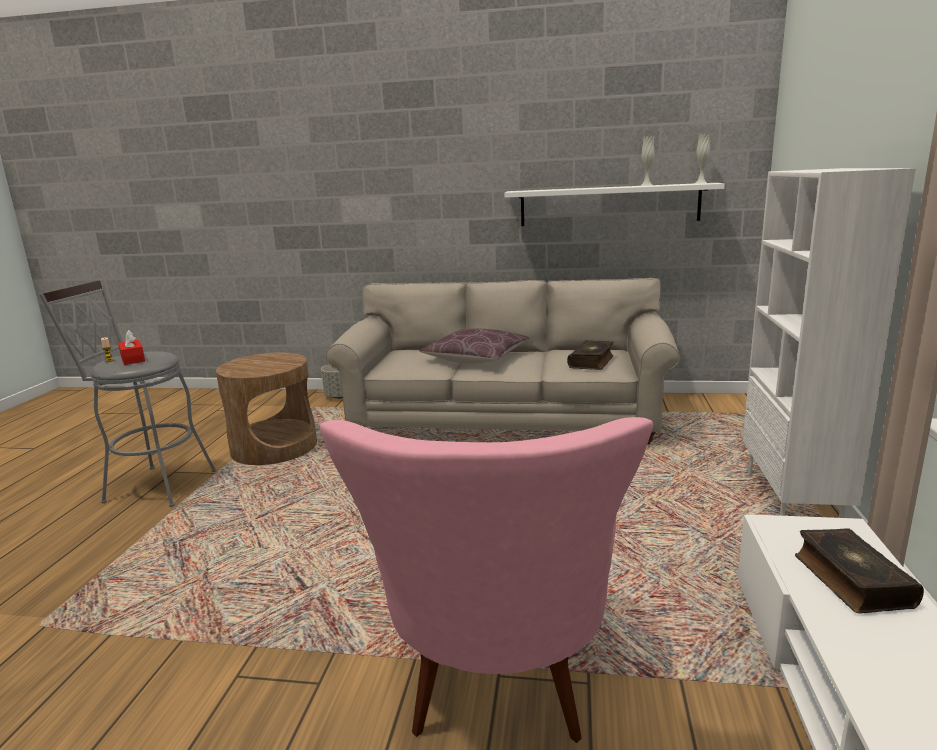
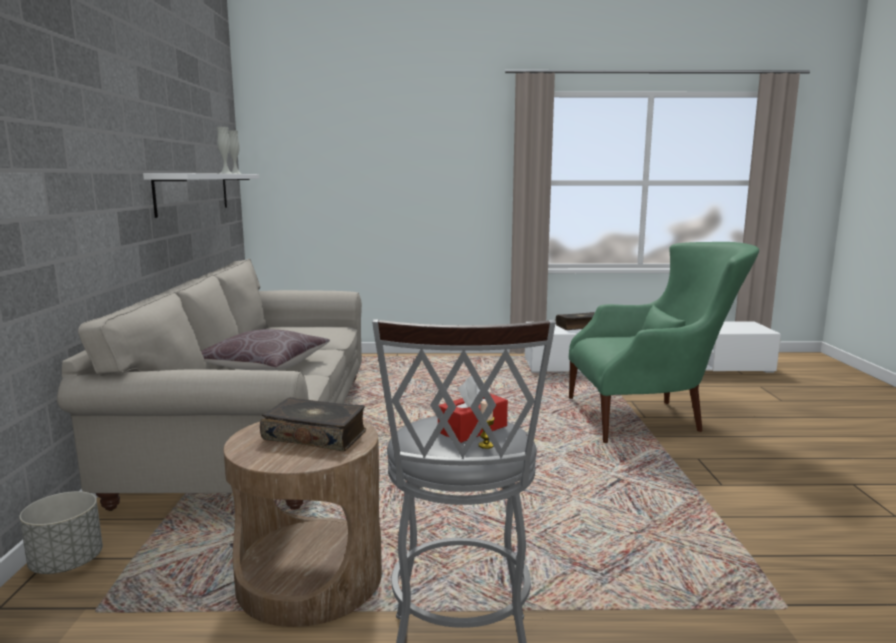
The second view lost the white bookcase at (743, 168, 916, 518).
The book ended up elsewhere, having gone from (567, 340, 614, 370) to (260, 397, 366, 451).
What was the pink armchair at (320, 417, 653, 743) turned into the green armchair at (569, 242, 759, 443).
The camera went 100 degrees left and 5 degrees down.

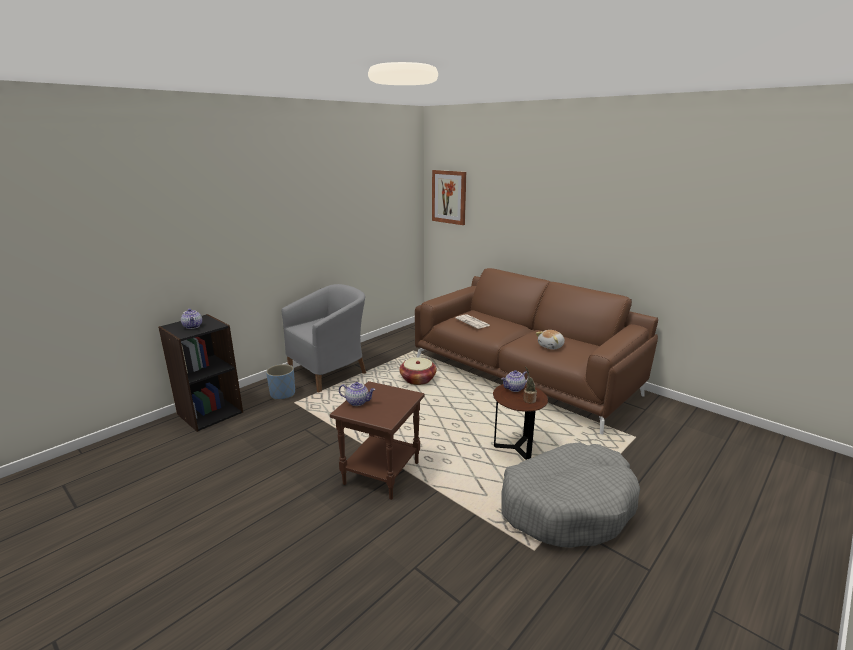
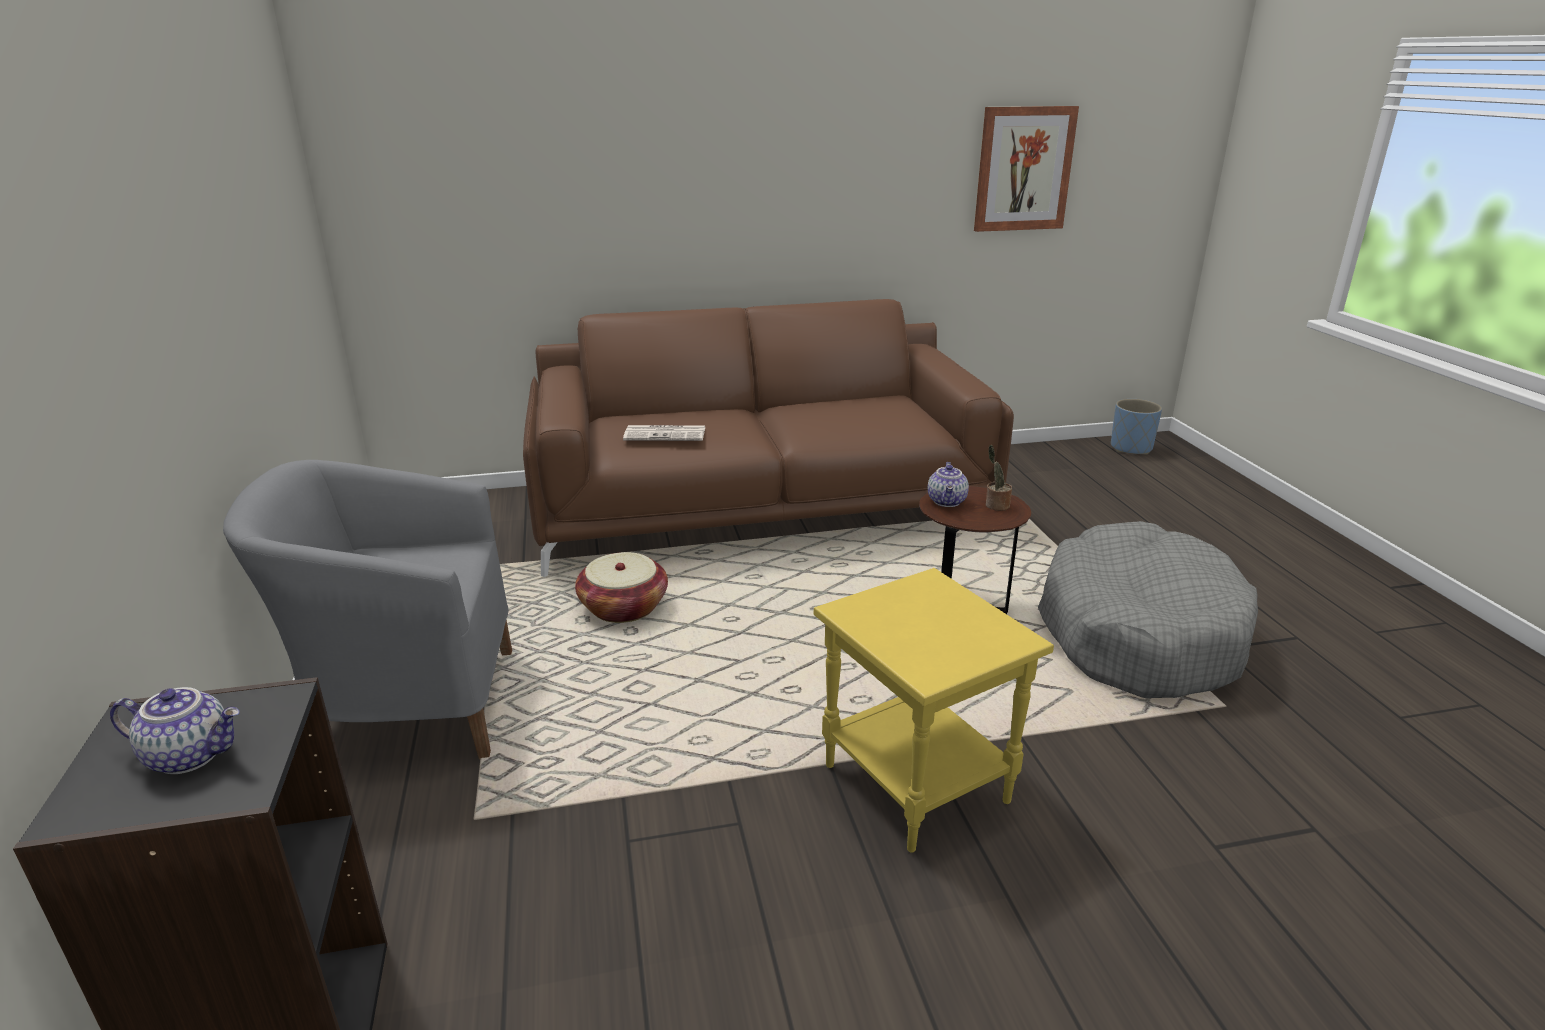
The picture ended up elsewhere, having gone from (432, 170, 466, 225) to (974, 106, 1079, 232).
The grey armchair at (282, 284, 366, 392) ended up facing another way, 90 degrees counterclockwise from before.
The second view lost the plush toy at (536, 330, 565, 350).
The blue planter ended up elsewhere, having gone from (266, 364, 295, 400) to (1111, 399, 1162, 455).
What was the brown side table at (330, 381, 425, 500) turned into the yellow side table at (814, 568, 1054, 853).
The second view lost the teapot at (339, 382, 375, 406).
The camera went 55 degrees left and 5 degrees up.

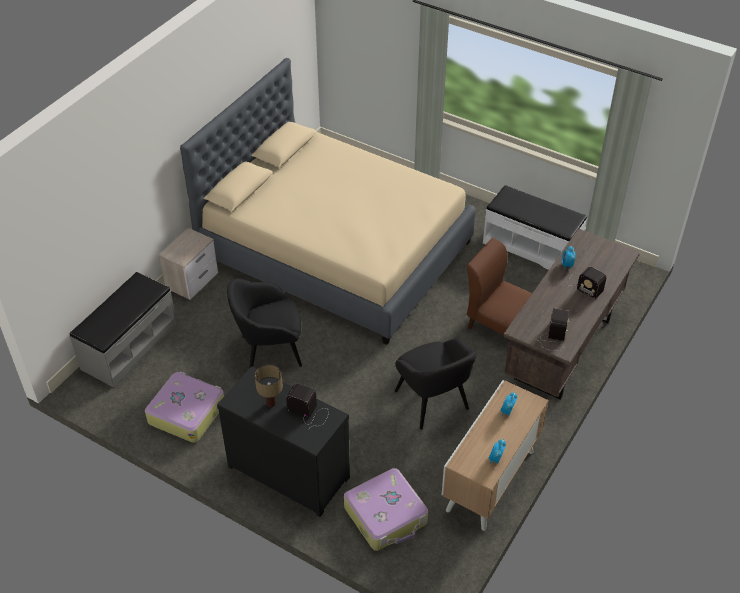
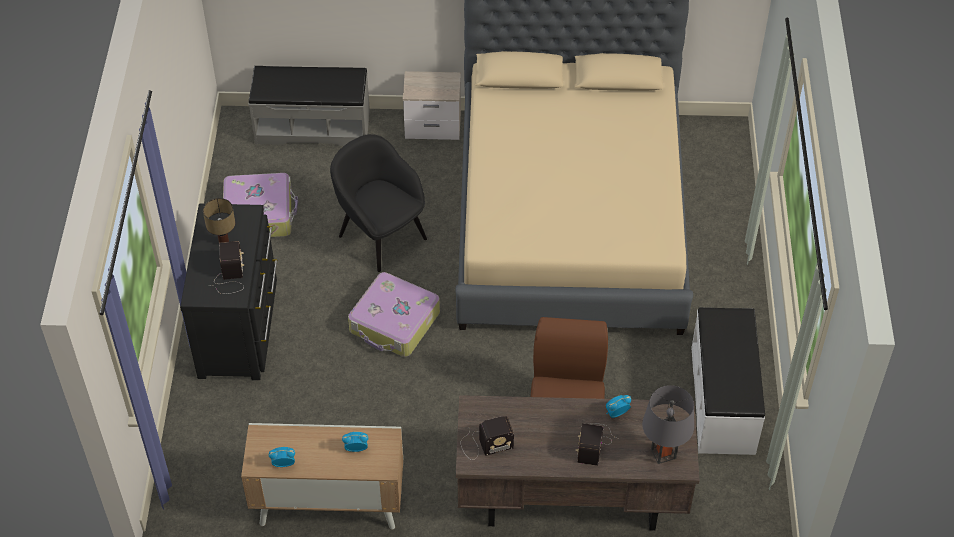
The second view lost the black armchair at (394, 337, 476, 430).
The suitcase ended up elsewhere, having gone from (344, 468, 428, 551) to (348, 272, 440, 357).
The second view gained the grey table lamp at (642, 385, 694, 464).
The camera went 60 degrees right and 5 degrees up.

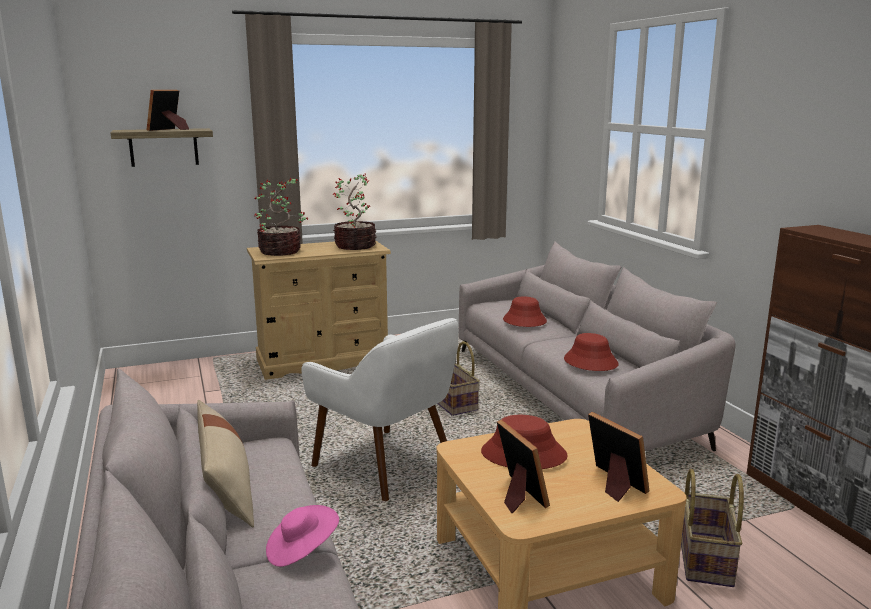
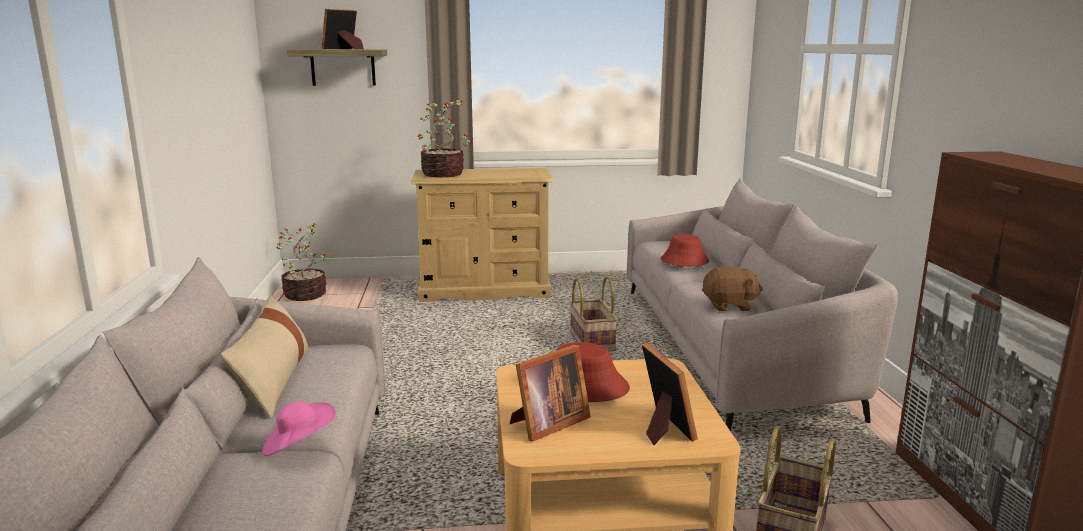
The potted plant ended up elsewhere, having gone from (333, 173, 376, 250) to (276, 223, 326, 301).
The second view lost the white armchair at (302, 318, 459, 501).
Where the red hat stood at (564, 333, 619, 371), the brown plush toy came to stand at (702, 267, 763, 311).
The picture frame at (497, 420, 550, 514) ended up facing another way, 60 degrees clockwise from before.
The camera went 15 degrees right and 0 degrees up.

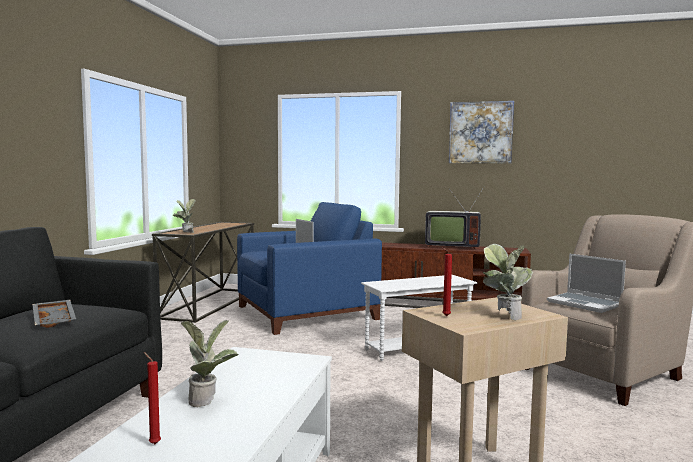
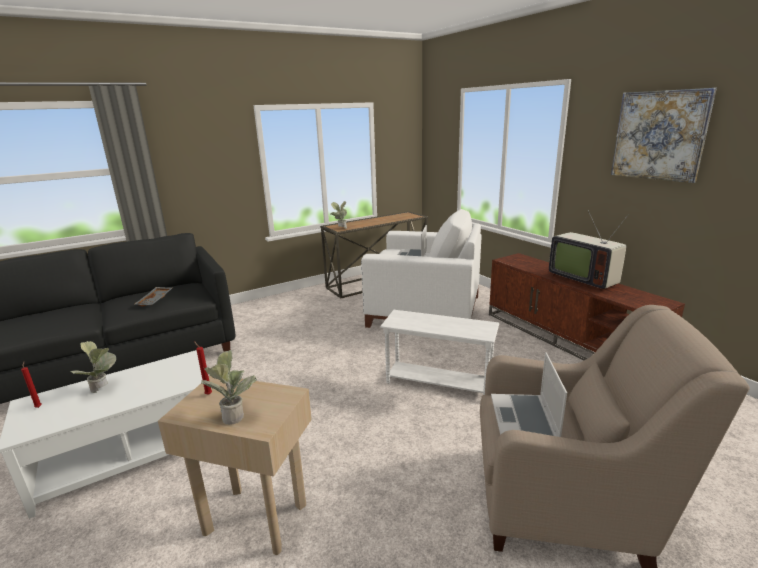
What was the blue armchair at (237, 202, 382, 335) turned into the white armchair at (361, 209, 482, 328).
The camera went 45 degrees right and 15 degrees up.

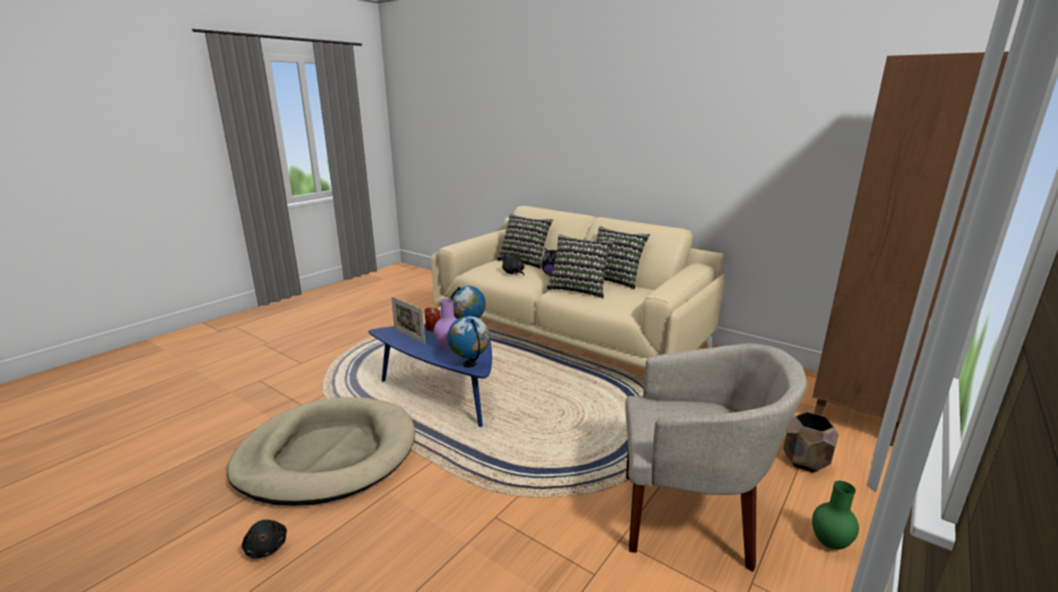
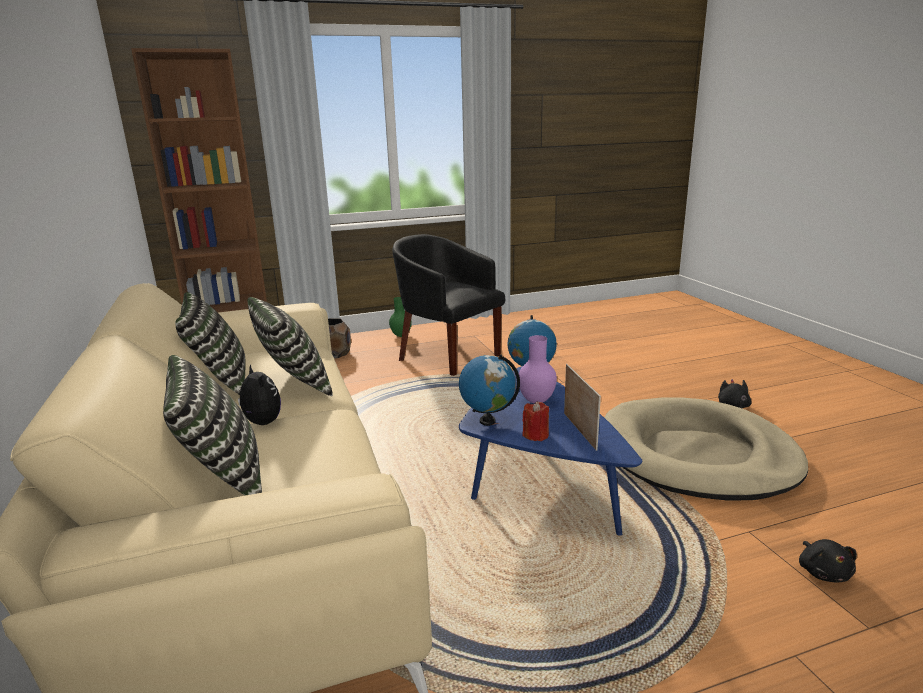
The black plush toy ended up elsewhere, having gone from (502, 252, 524, 276) to (799, 539, 857, 582).
What was the beige armchair at (625, 343, 807, 572) turned into the black armchair at (392, 234, 505, 376).
The camera went 145 degrees left and 0 degrees up.

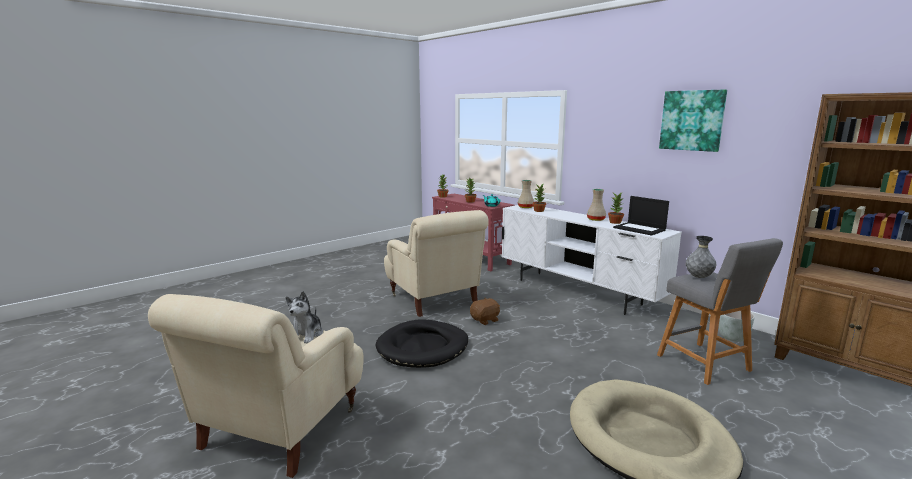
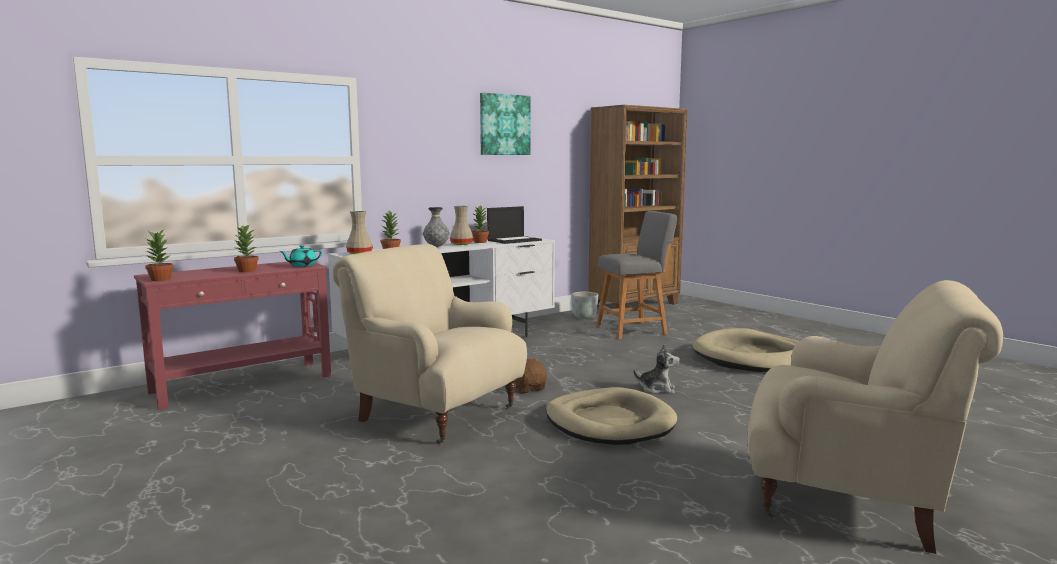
The beige armchair at (384, 210, 489, 317) ended up facing another way, 120 degrees counterclockwise from before.
The grey vase ended up elsewhere, having gone from (686, 236, 717, 278) to (423, 207, 449, 247).
The plush toy ended up elsewhere, having gone from (286, 291, 323, 343) to (633, 344, 680, 394).
What was the black dog bed at (376, 319, 468, 368) turned into the beige dog bed at (546, 387, 677, 445).
The camera went 85 degrees left and 5 degrees down.

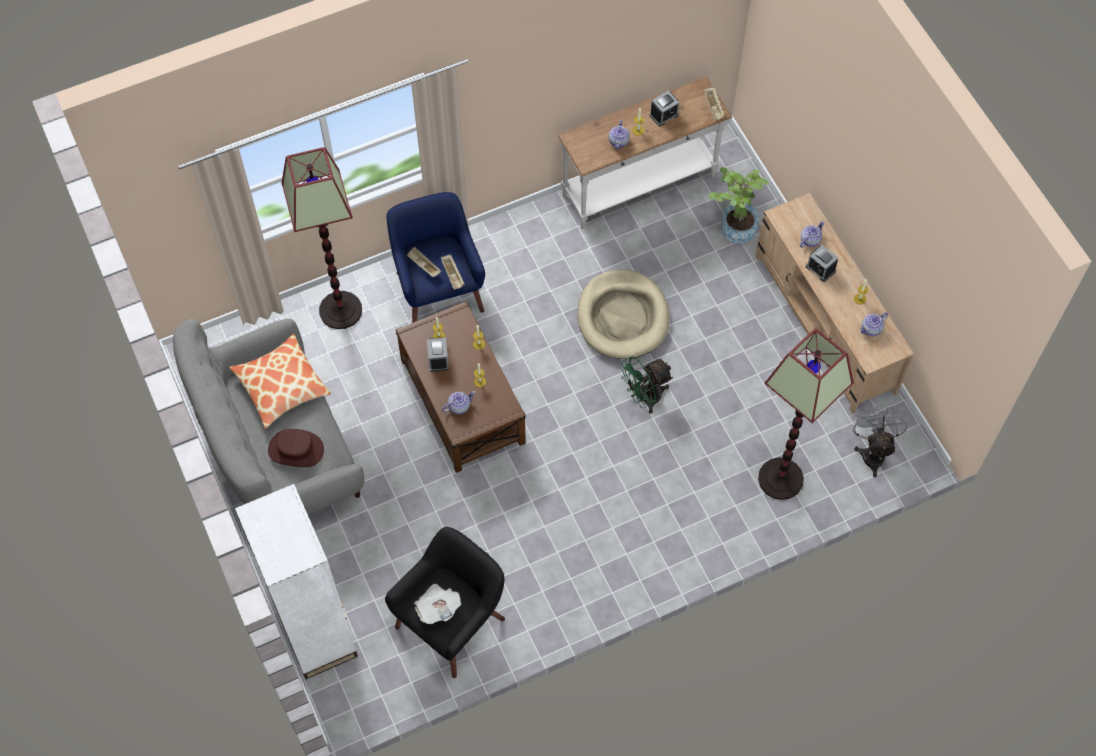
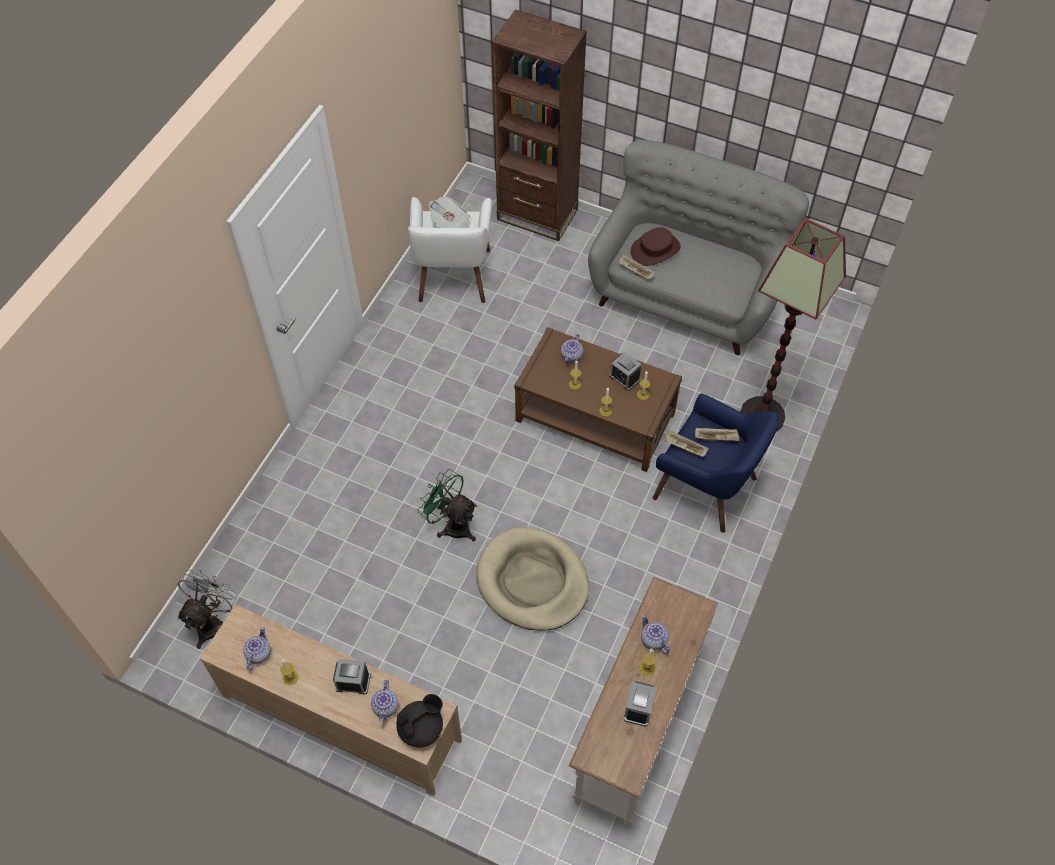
The beige tray ended up elsewhere, having gone from (704, 87, 725, 120) to (617, 254, 655, 279).
The second view lost the potted plant at (709, 167, 769, 243).
The second view lost the floor lamp at (758, 328, 854, 500).
The second view lost the pillow at (229, 334, 331, 429).
The green fan at (619, 356, 673, 414) ended up facing another way, 75 degrees counterclockwise from before.
The grey fan at (853, 406, 907, 478) ended up facing another way, 120 degrees counterclockwise from before.
What was the white bookcase at (235, 484, 358, 679) turned into the brown bookcase at (492, 10, 587, 241).
What was the black armchair at (385, 527, 505, 678) turned into the white armchair at (408, 197, 492, 303).
The second view gained the black teapot at (396, 694, 443, 747).
The camera went 140 degrees right and 5 degrees down.

